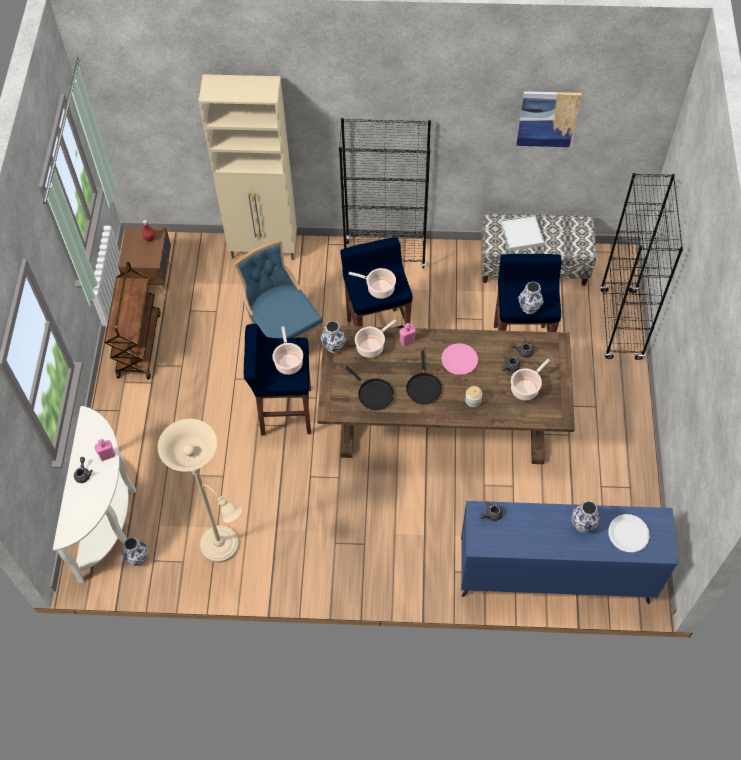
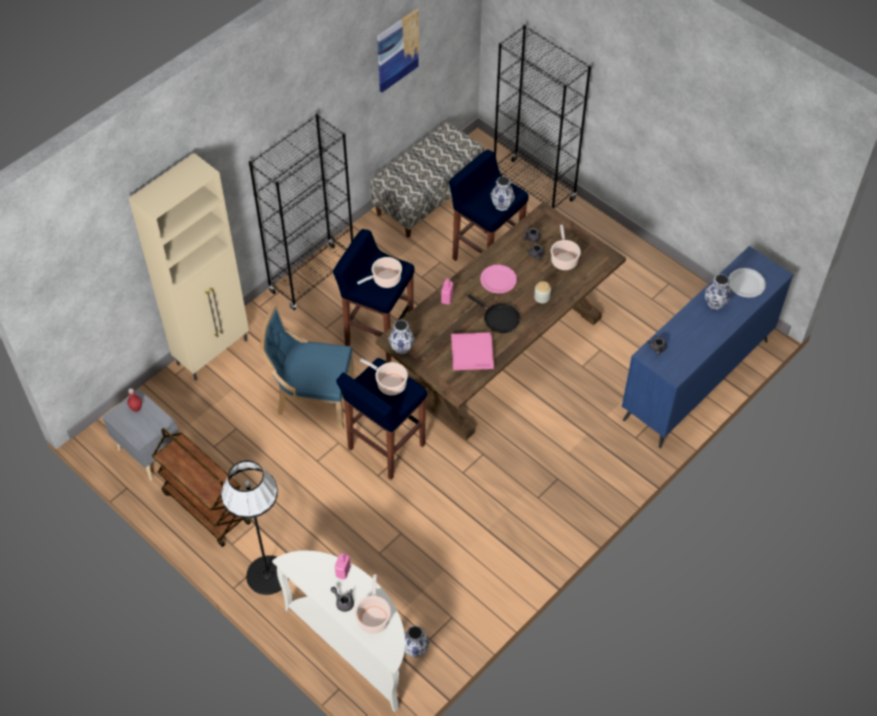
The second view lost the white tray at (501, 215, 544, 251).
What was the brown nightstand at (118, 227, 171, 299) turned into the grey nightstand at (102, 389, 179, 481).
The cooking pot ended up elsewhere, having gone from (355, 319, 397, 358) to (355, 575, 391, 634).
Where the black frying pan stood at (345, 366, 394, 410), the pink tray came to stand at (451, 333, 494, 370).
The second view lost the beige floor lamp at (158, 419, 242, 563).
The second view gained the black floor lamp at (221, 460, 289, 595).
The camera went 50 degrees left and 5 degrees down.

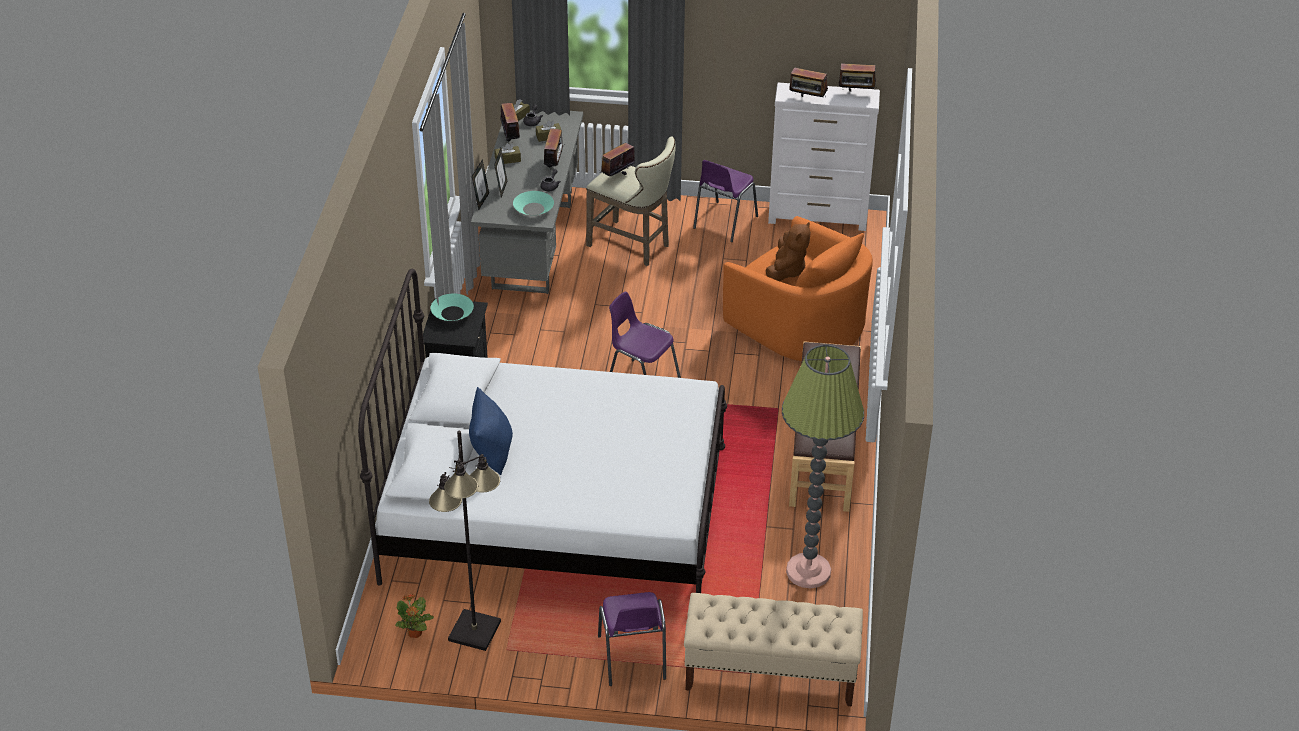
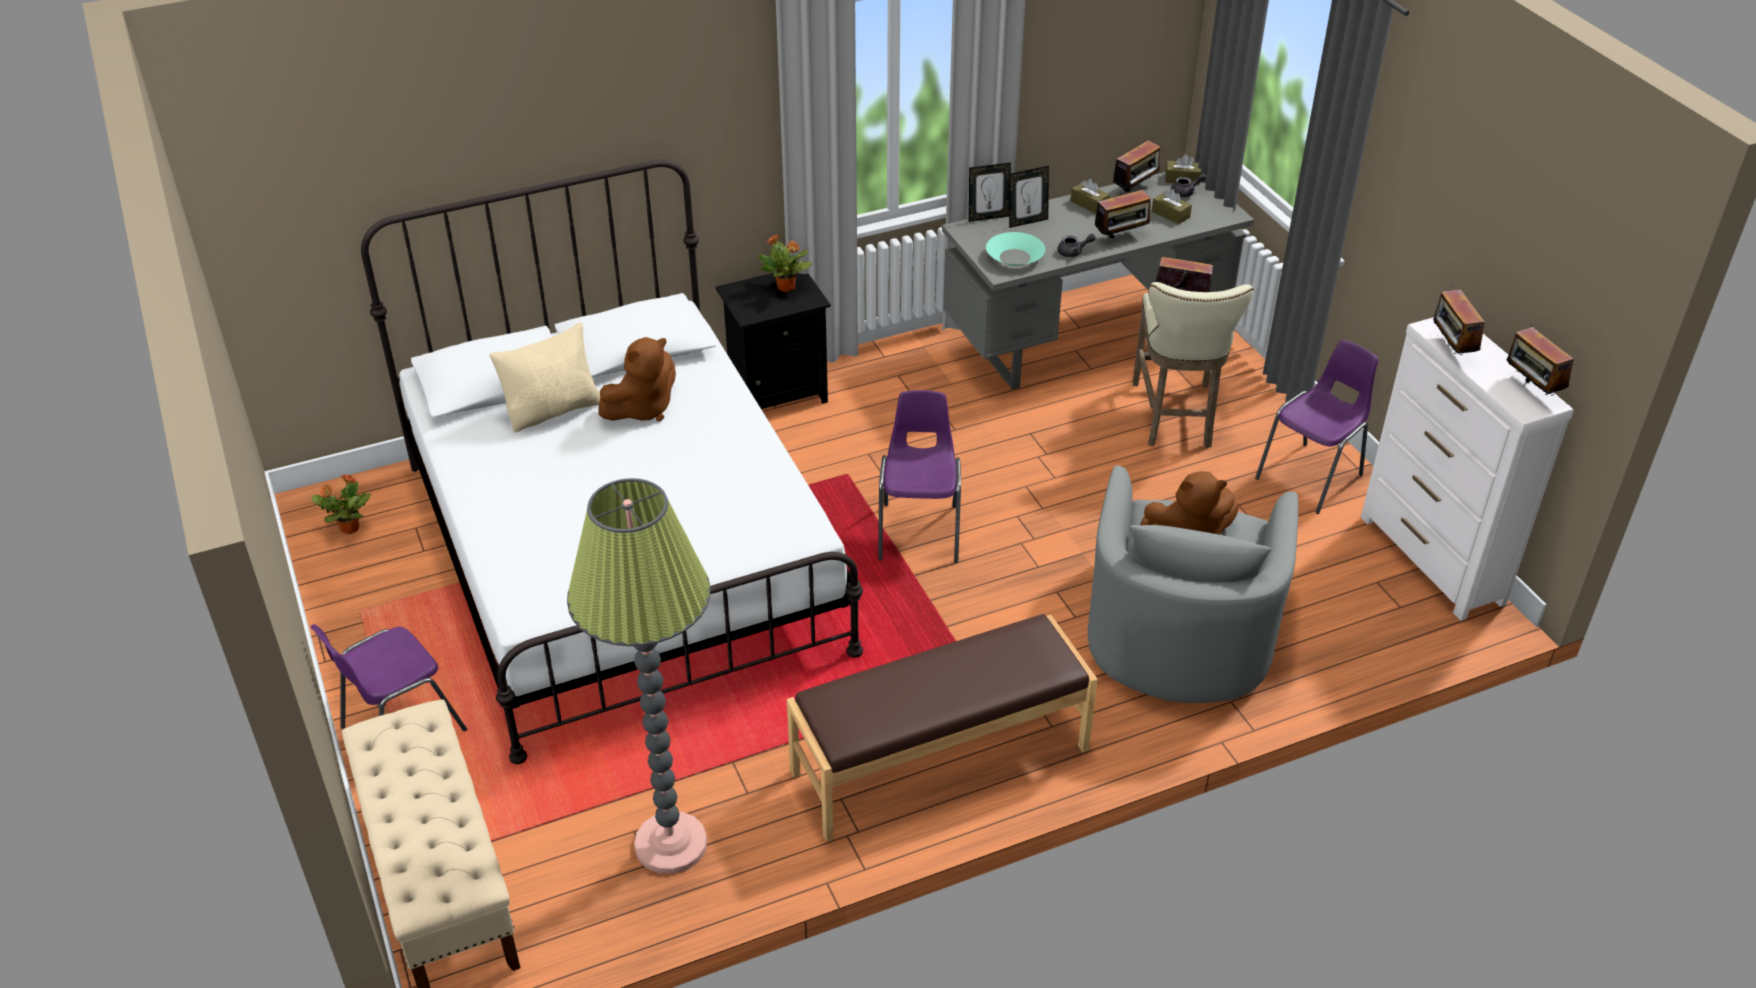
The purple chair at (693, 160, 758, 242) ended up facing another way, 135 degrees clockwise from before.
What was the orange armchair at (723, 216, 873, 361) turned into the grey armchair at (1088, 465, 1298, 703).
Where the turquoise bowl stood at (430, 294, 474, 321), the potted plant came to stand at (758, 234, 812, 292).
What was the blue pillow at (469, 387, 513, 475) turned into the beige pillow at (489, 322, 600, 432).
The second view lost the black floor lamp at (429, 431, 501, 651).
The second view gained the brown plush toy at (598, 337, 676, 421).
The camera went 60 degrees right and 0 degrees up.

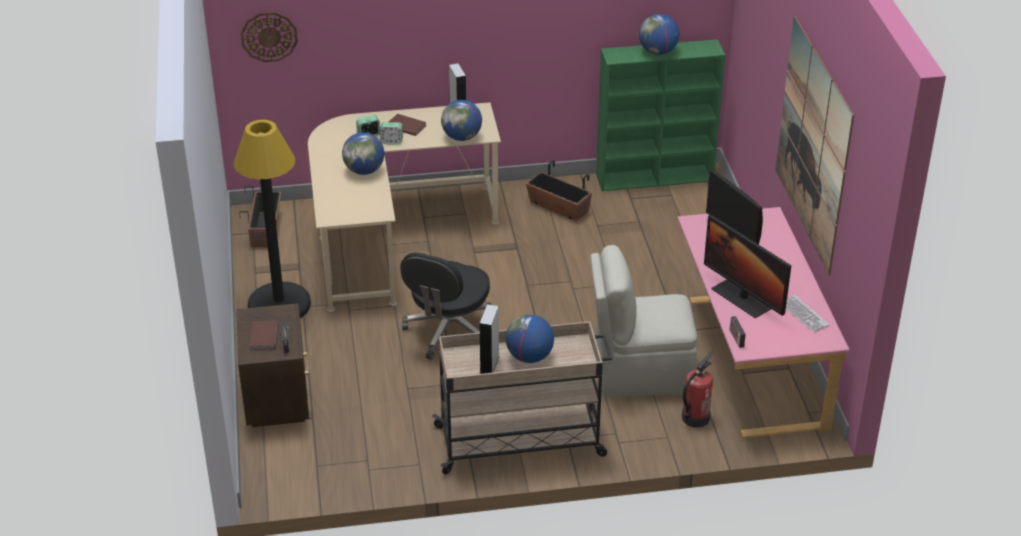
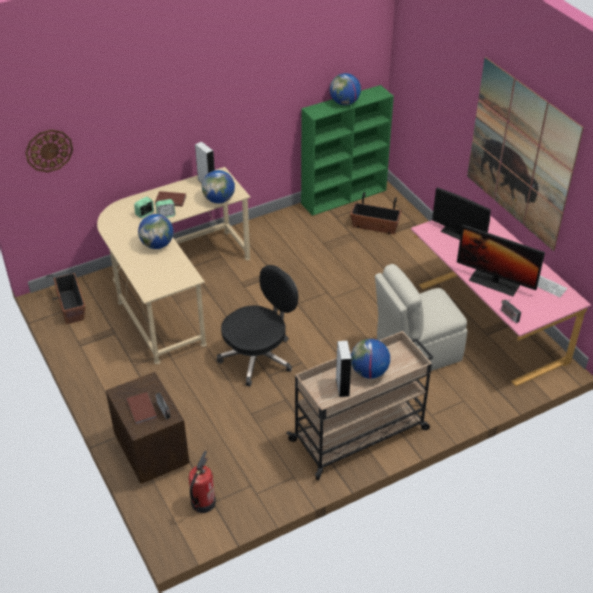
The second view lost the black floor lamp at (234, 120, 311, 318).
The planter ended up elsewhere, having gone from (526, 160, 592, 221) to (350, 192, 402, 234).
The black office chair at (400, 253, 492, 360) ended up facing another way, 135 degrees counterclockwise from before.
The fire extinguisher ended up elsewhere, having gone from (682, 352, 713, 428) to (189, 451, 216, 513).
The camera went 20 degrees left and 5 degrees up.

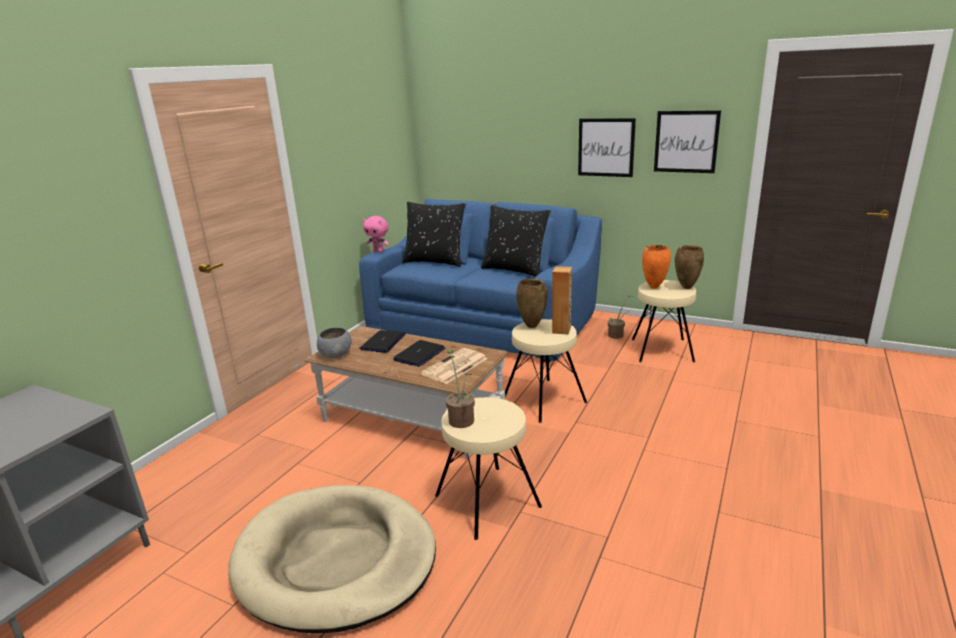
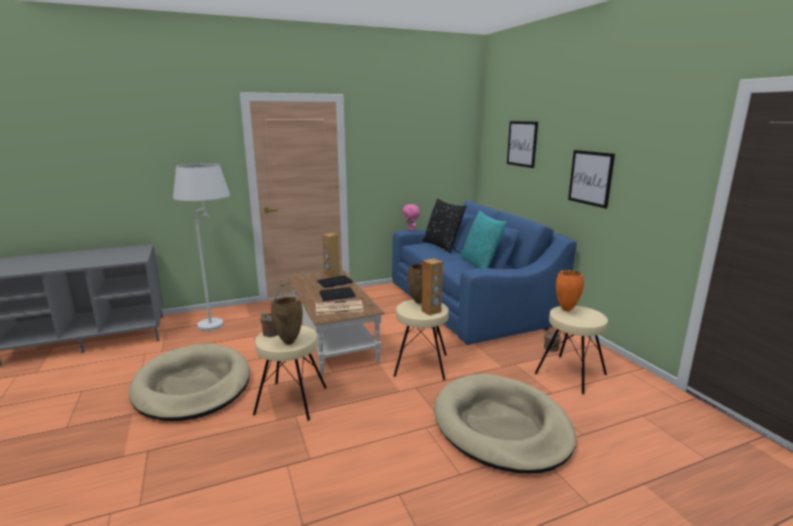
The picture ended up elsewhere, having gone from (654, 110, 721, 173) to (507, 121, 538, 168).
What was the black pillow at (481, 205, 551, 277) turned into the turquoise pillow at (460, 211, 507, 268).
The brown vase ended up elsewhere, having gone from (675, 245, 704, 289) to (271, 296, 303, 345).
The second view lost the grey bowl at (317, 328, 352, 358).
The second view gained the white floor lamp at (173, 163, 230, 331).
The second view gained the brown speaker at (322, 233, 340, 278).
The second view gained the beige dog bed at (434, 373, 576, 474).
The camera went 40 degrees right and 5 degrees down.

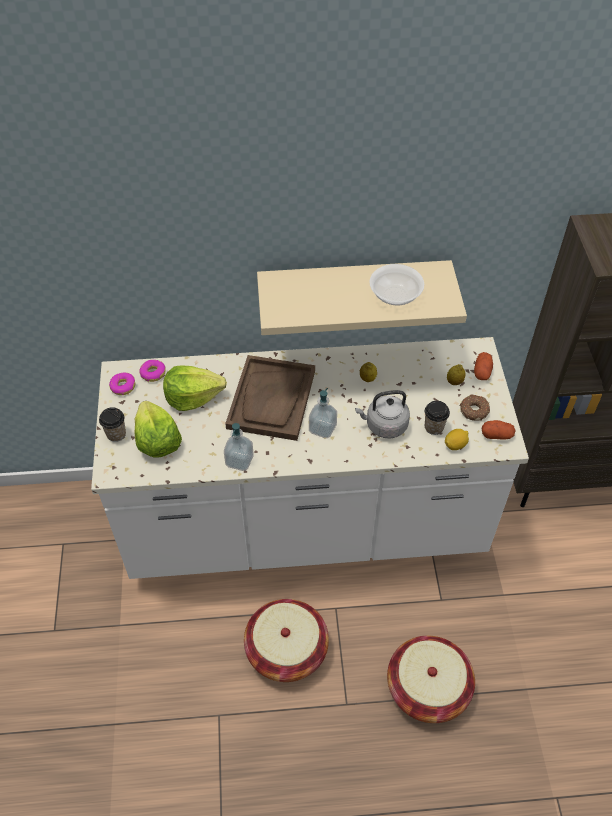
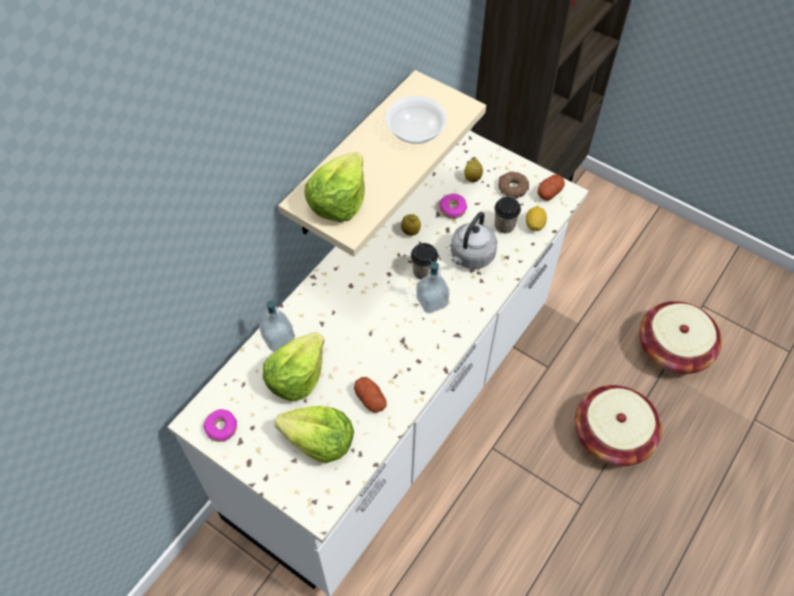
The potato ended up elsewhere, having gone from (474, 352, 493, 380) to (354, 377, 387, 413).
The second view lost the brown tray at (225, 355, 315, 441).
The donut ended up elsewhere, having gone from (139, 360, 166, 382) to (439, 194, 467, 219).
The cup ended up elsewhere, having gone from (99, 407, 126, 442) to (411, 243, 438, 280).
The soap dispenser ended up elsewhere, having gone from (224, 423, 254, 471) to (259, 300, 295, 352).
The basket ended up elsewhere, having gone from (244, 599, 329, 682) to (639, 301, 722, 374).
The second view gained the lettuce at (304, 152, 365, 222).
The camera went 50 degrees left and 5 degrees up.

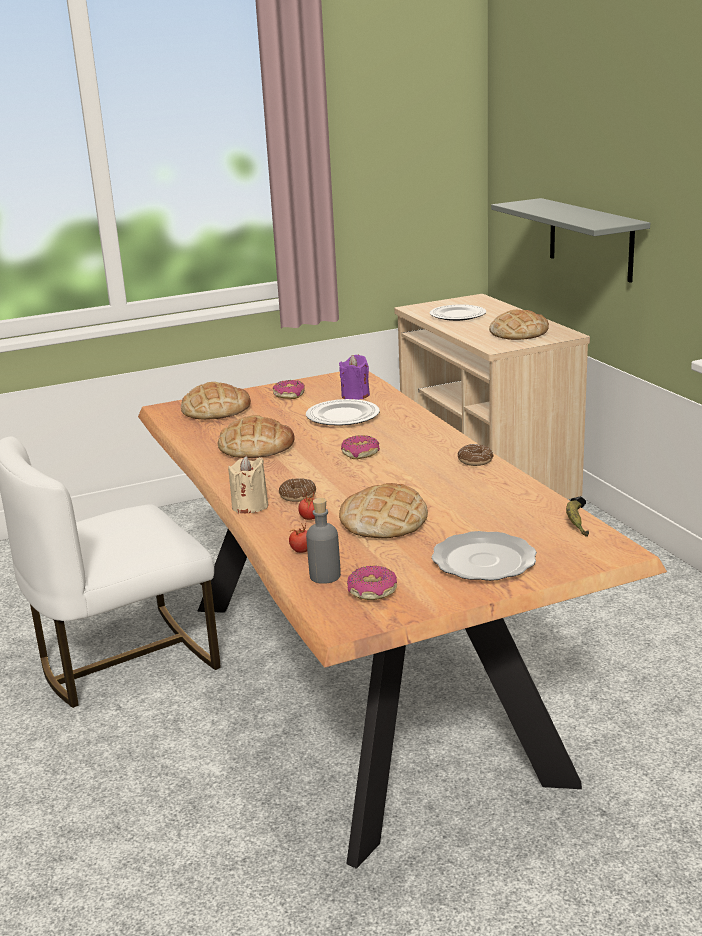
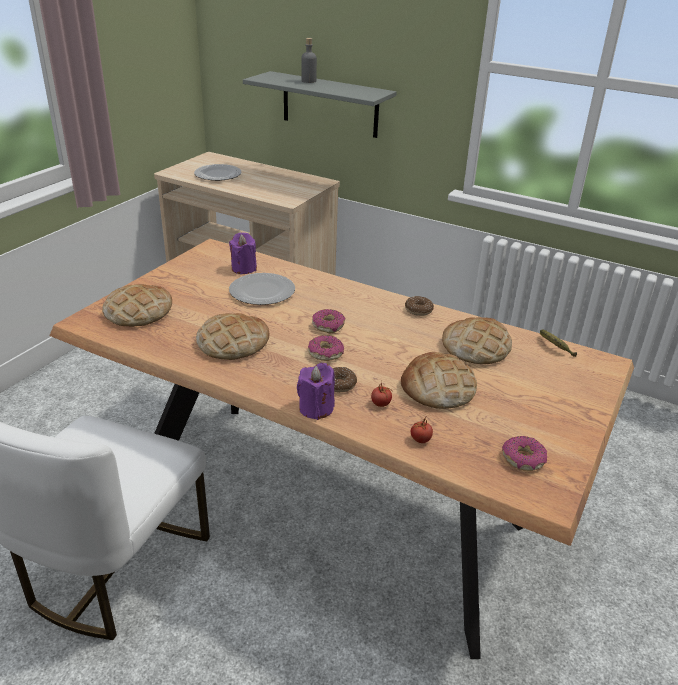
The bread ended up elsewhere, having gone from (489, 310, 549, 340) to (442, 317, 512, 364).
The donut ended up elsewhere, having gone from (273, 380, 305, 399) to (308, 335, 344, 361).
What was the beige candle at (228, 456, 268, 514) turned into the purple candle at (297, 363, 335, 420).
The grey bottle ended up elsewhere, having gone from (306, 498, 341, 584) to (301, 38, 317, 83).
The second view lost the plate at (432, 531, 537, 581).
The camera went 40 degrees left and 10 degrees up.

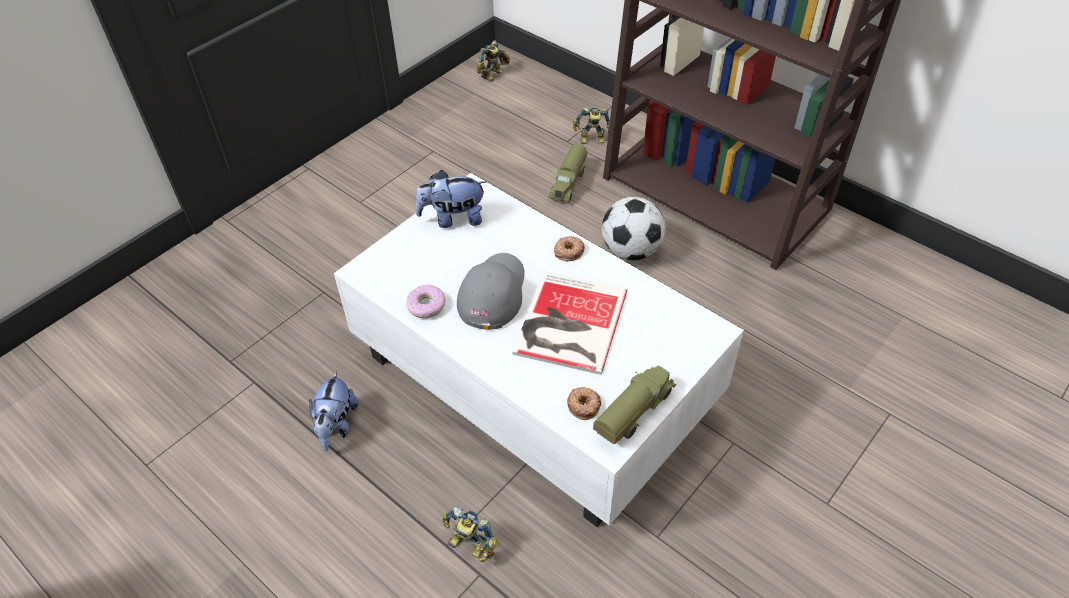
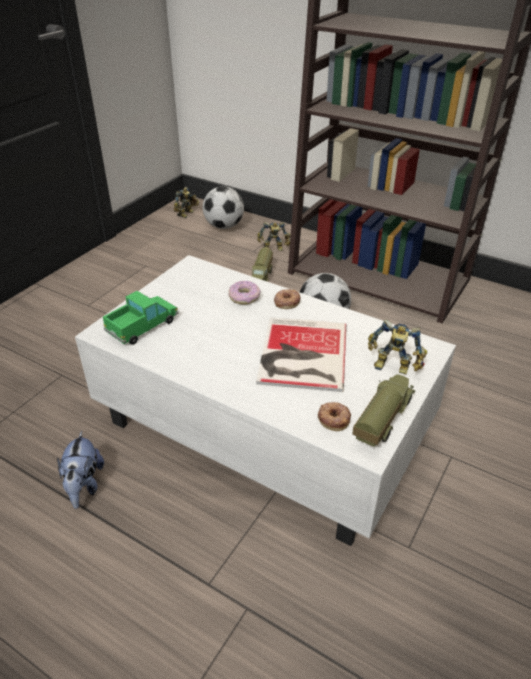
The second view lost the plush toy at (415, 170, 486, 228).
The second view lost the grey cap at (457, 253, 525, 330).
The donut ended up elsewhere, having gone from (406, 285, 446, 318) to (229, 281, 260, 305).
The toy robot ended up elsewhere, having gone from (442, 506, 497, 562) to (368, 320, 427, 374).
The second view gained the football at (203, 186, 244, 229).
The second view gained the toy truck at (103, 291, 179, 345).
The camera went 10 degrees left and 10 degrees down.

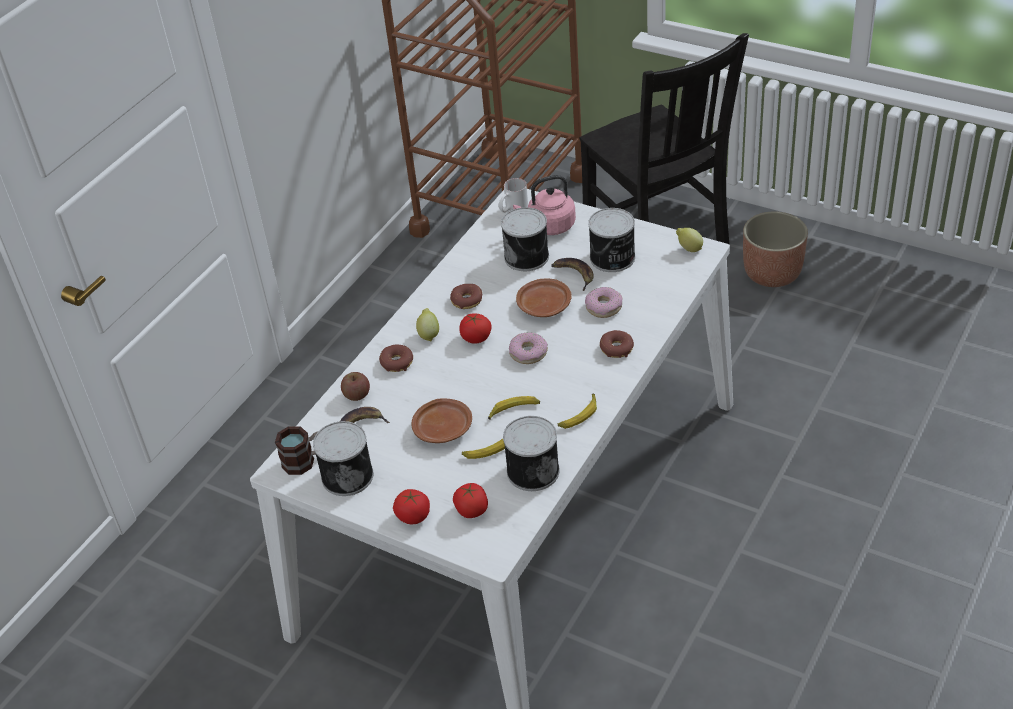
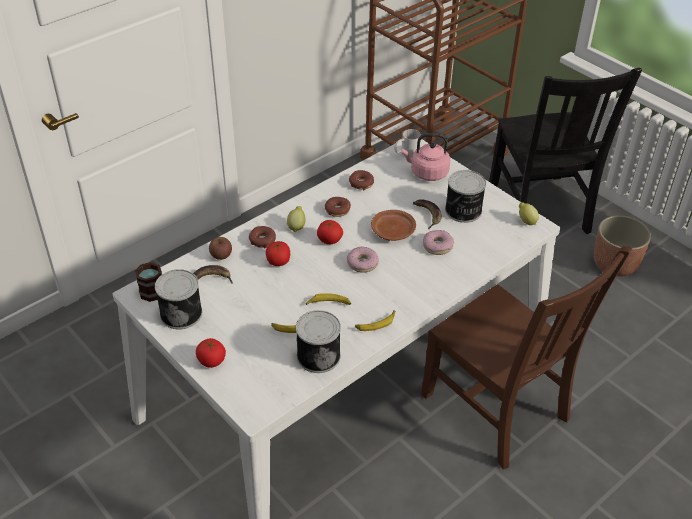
The second view lost the can at (501, 207, 549, 271).
The donut ended up elsewhere, having gone from (600, 330, 634, 358) to (349, 170, 374, 190).
The second view lost the brown plate at (412, 398, 472, 443).
The tomato ended up elsewhere, having gone from (453, 482, 488, 518) to (266, 241, 290, 266).
The second view gained the brown chair at (421, 246, 632, 470).
The camera went 15 degrees right and 0 degrees up.

